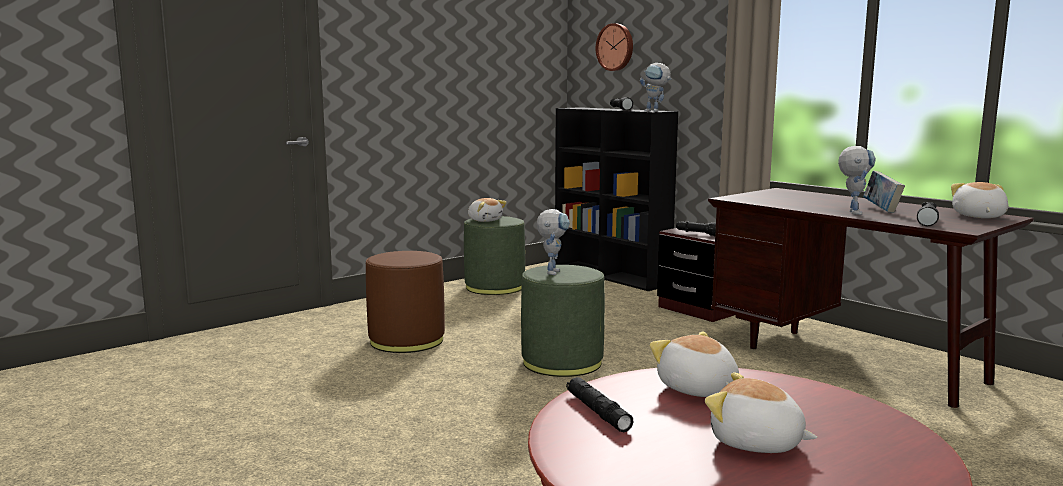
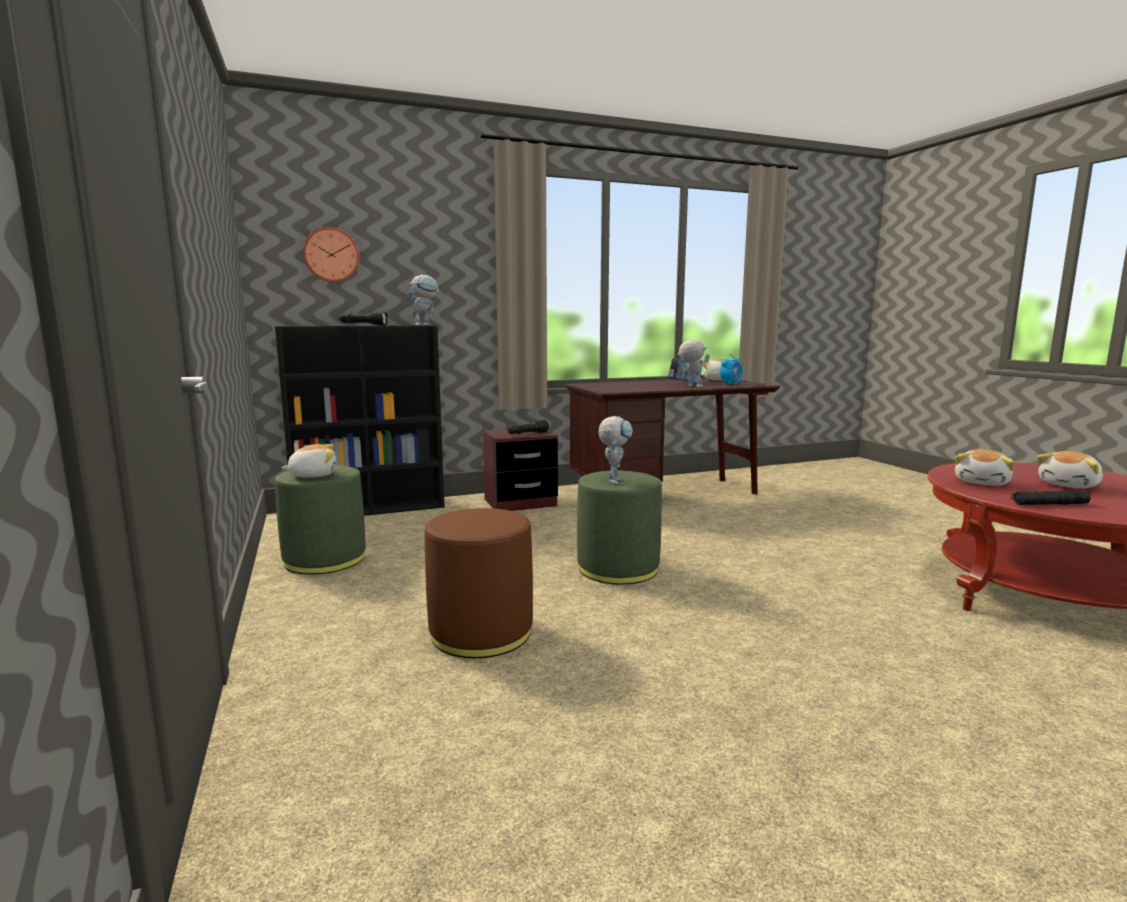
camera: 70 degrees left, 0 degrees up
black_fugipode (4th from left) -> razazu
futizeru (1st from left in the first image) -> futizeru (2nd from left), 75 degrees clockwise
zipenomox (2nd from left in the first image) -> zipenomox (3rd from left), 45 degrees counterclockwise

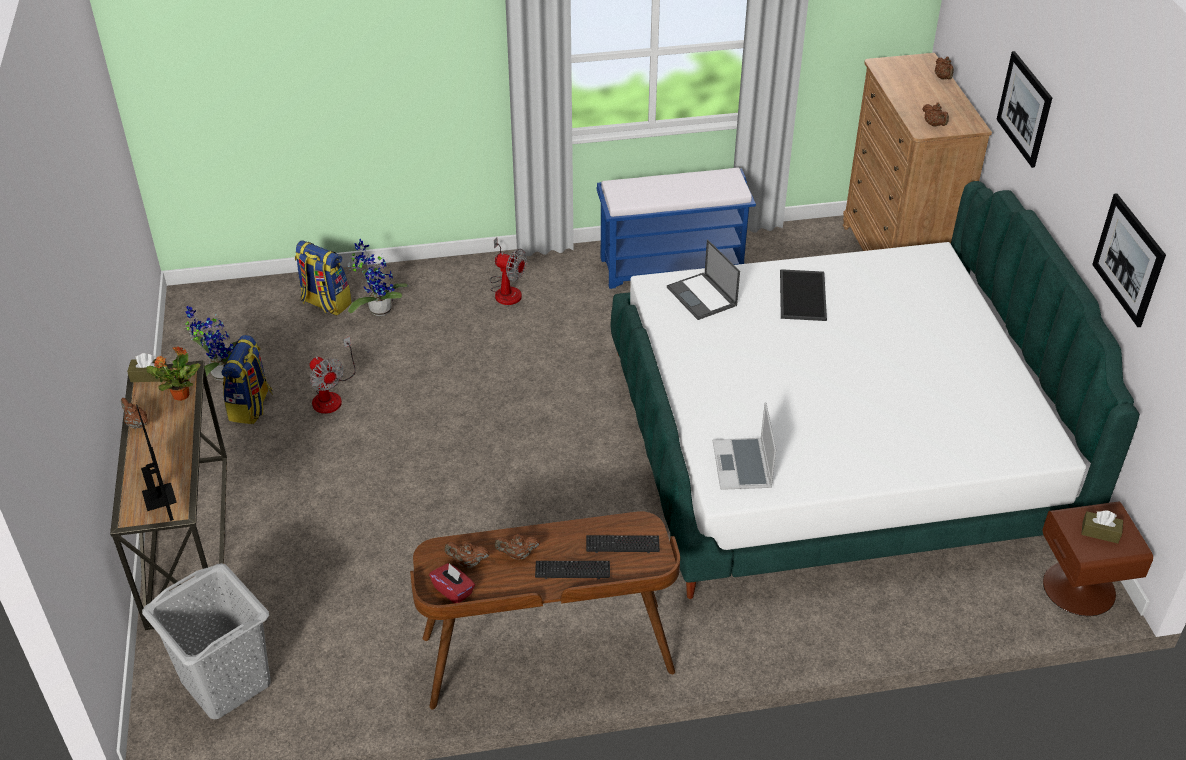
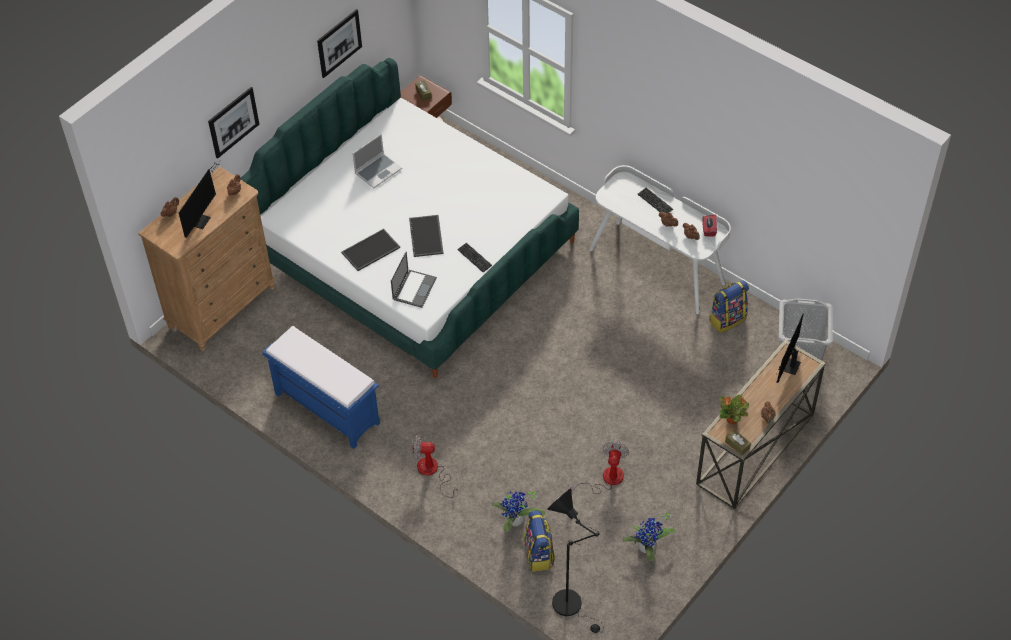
camera: 130 degrees left, 10 degrees up
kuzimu (2nd from left in the first image) -> kuzimu (1st from left), 75 degrees counterclockwise
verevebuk (1st from left in the first image) -> verevebuk (2nd from left), moved
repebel (2nd from left in the first image) -> repebel (1st from left), moved
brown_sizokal -> white_sizokal
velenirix (2nd from left in the first image) -> velenirix (1st from left), moved
none -> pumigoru (1st from left)
none -> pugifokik (2nd from left)
none -> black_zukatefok

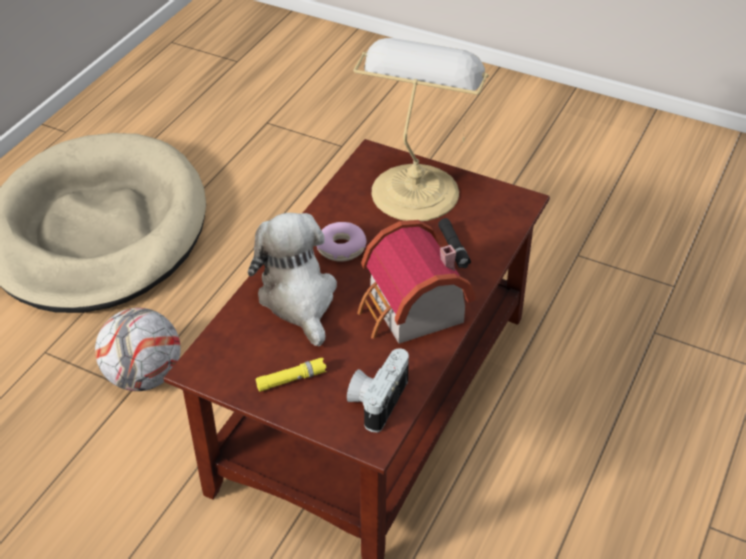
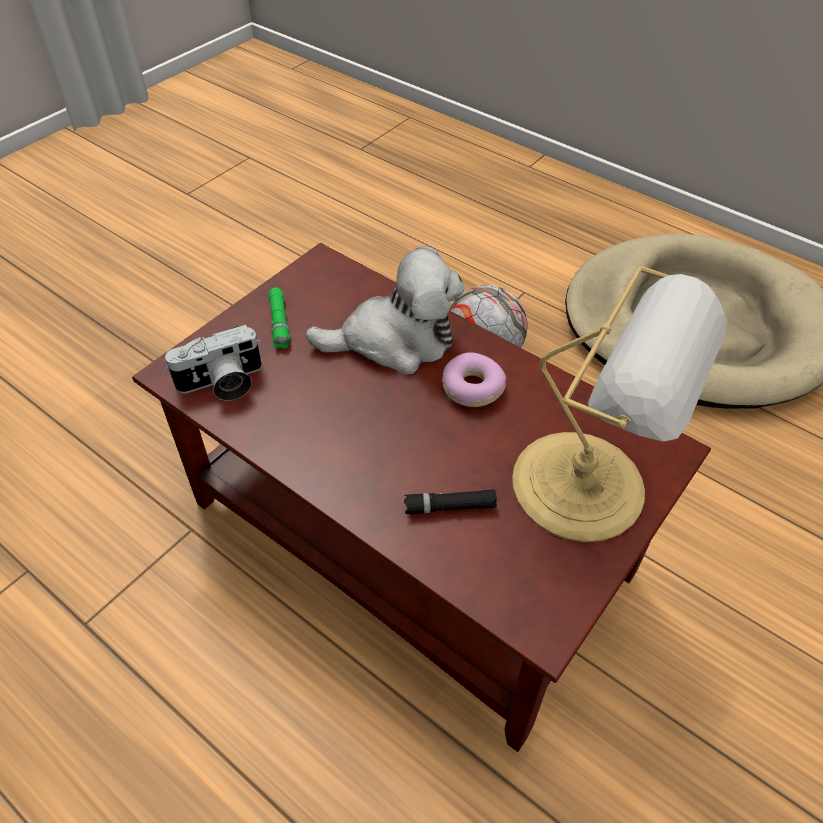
camera: 100 degrees right, 5 degrees up
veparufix -> none
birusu, 120 degrees clockwise
yellow_fugipode -> green_fugipode

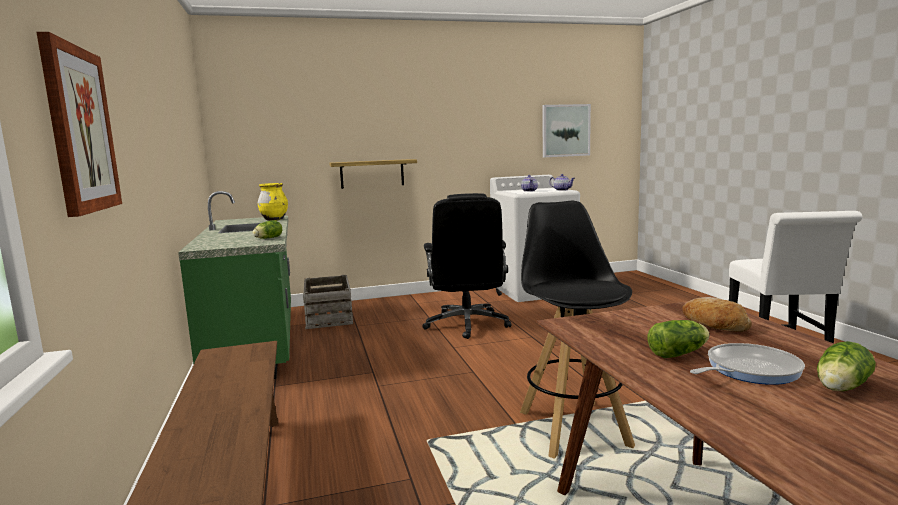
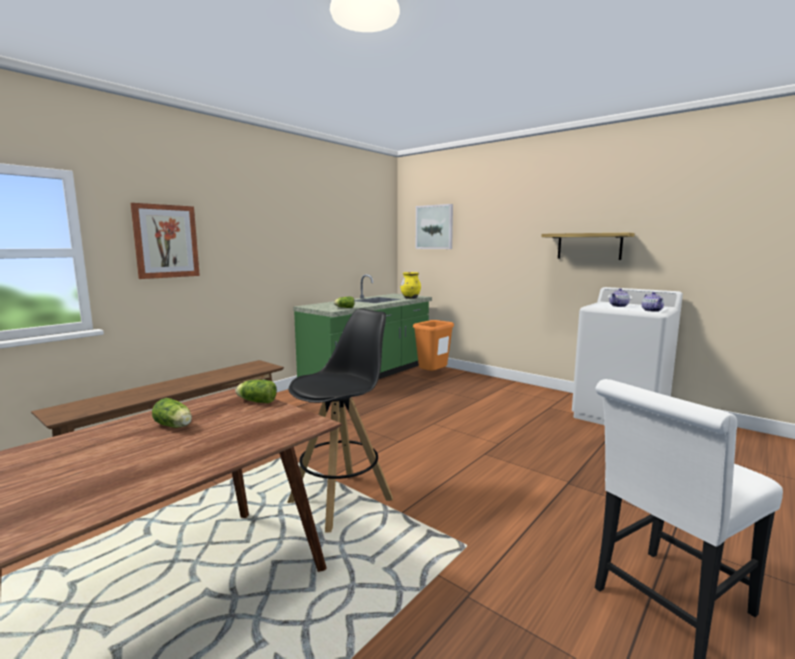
camera: 55 degrees right, 0 degrees up
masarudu (2nd from left), moved
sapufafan, moved
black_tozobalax -> none
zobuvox -> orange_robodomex
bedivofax -> none
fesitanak (3rd from left in the first image) -> fesitanak (2nd from left), moved
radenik -> none

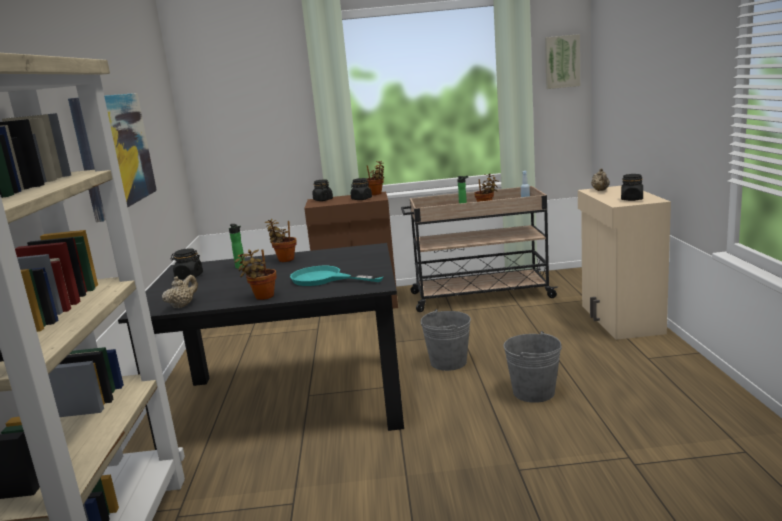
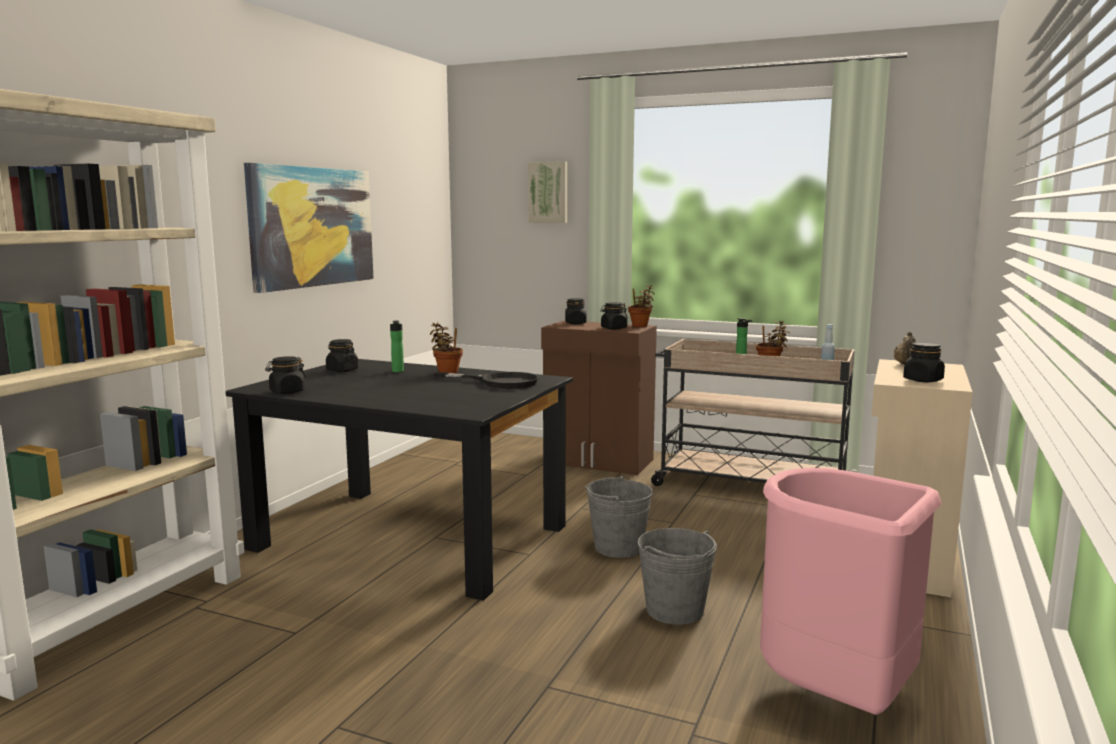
camera: 25 degrees right, 5 degrees down
masarudu (2nd from left), moved
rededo (1st from left) -> none
turquoise_radenik -> none
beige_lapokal (1st from left) -> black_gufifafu (1st from left)
none -> black_radenik
none -> pink_robodomex

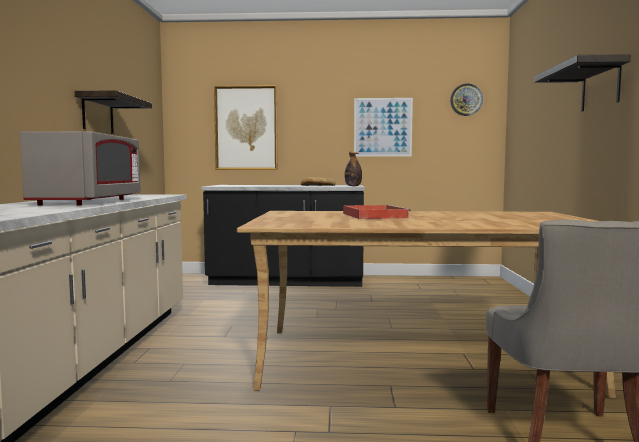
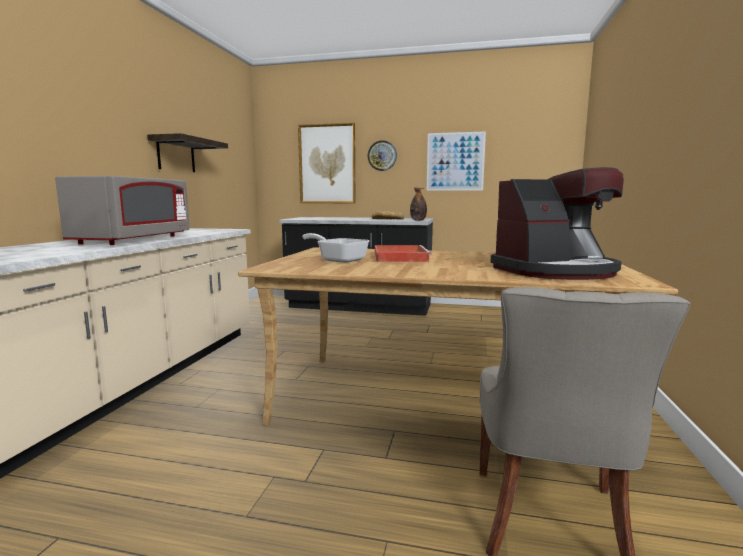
camera: 10 degrees right, 5 degrees up
sapufafan (2nd from left) -> none
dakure, moved
none -> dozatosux
none -> radenik

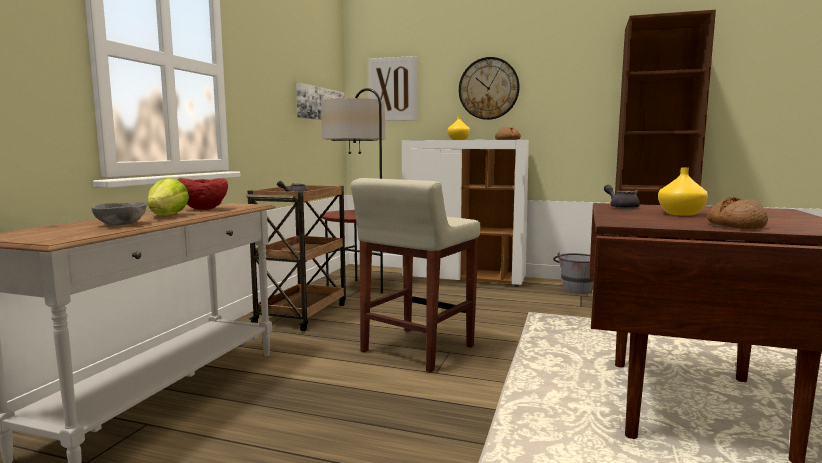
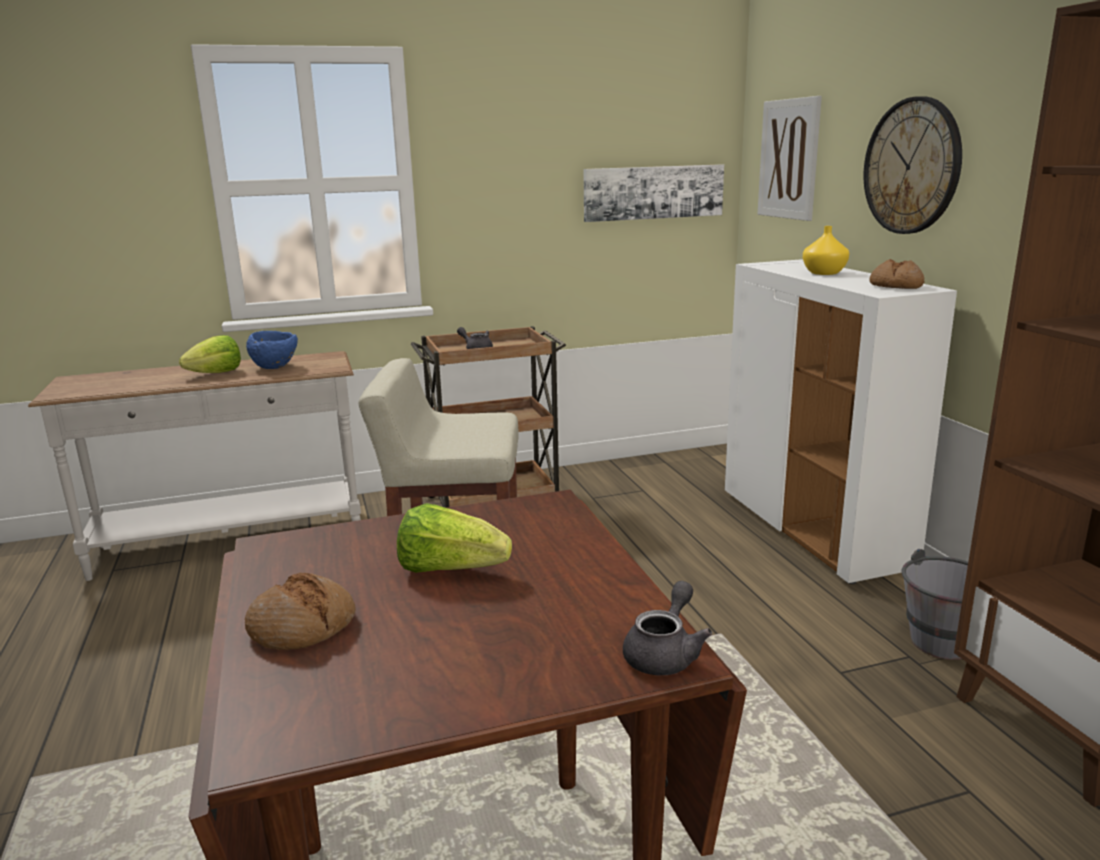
camera: 55 degrees right, 10 degrees up
zukatefok -> none
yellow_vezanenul (2nd from left) -> fesitanak (2nd from left)
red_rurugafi -> blue_rurugafi
grey_lapokal (2nd from left), moved
grey_rurugafi -> none

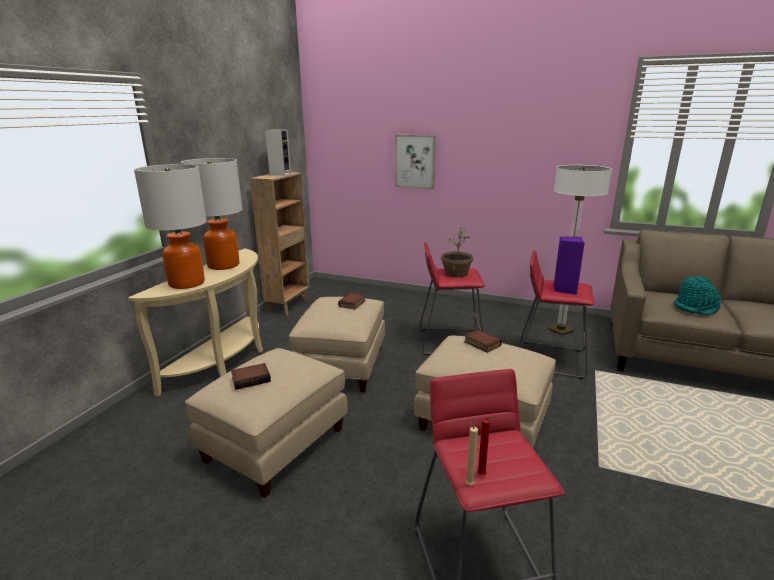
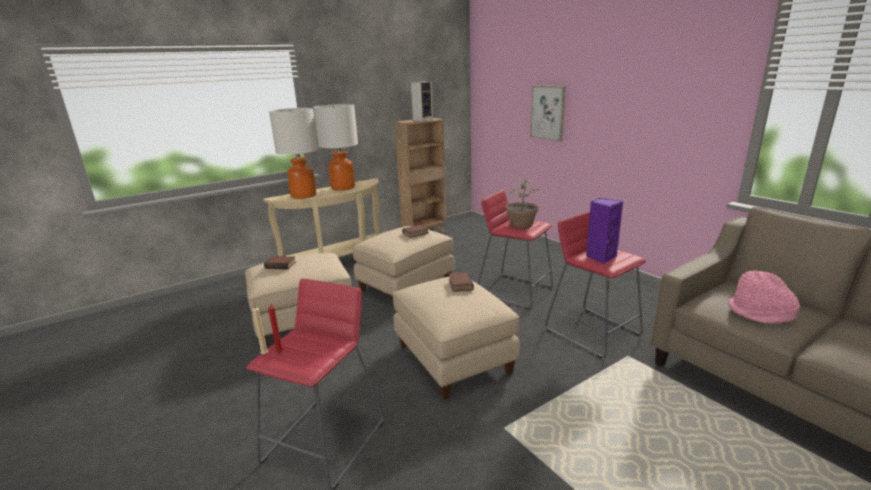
camera: 35 degrees right, 0 degrees up
zukatefok -> none
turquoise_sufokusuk -> pink_sufokusuk

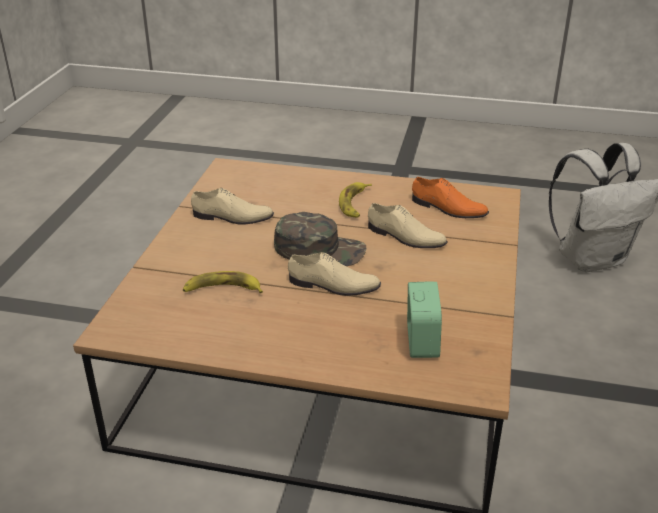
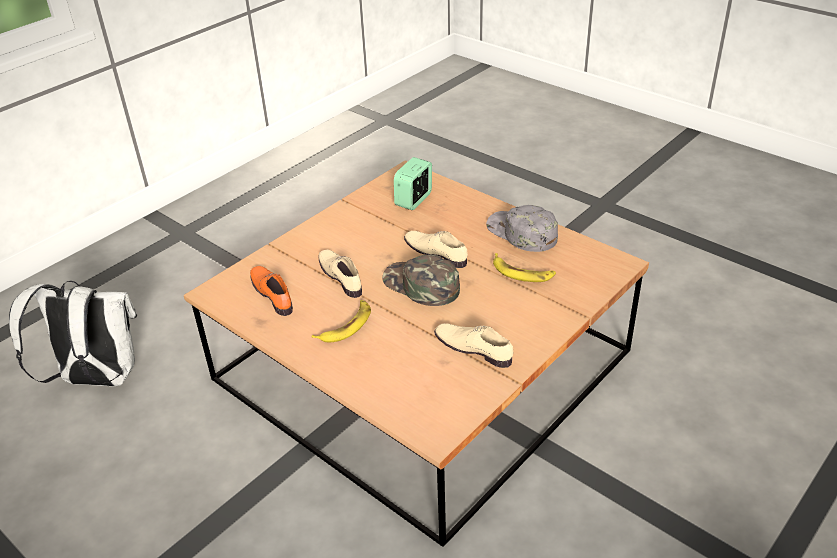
camera: 150 degrees left, 5 degrees up
none -> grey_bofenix

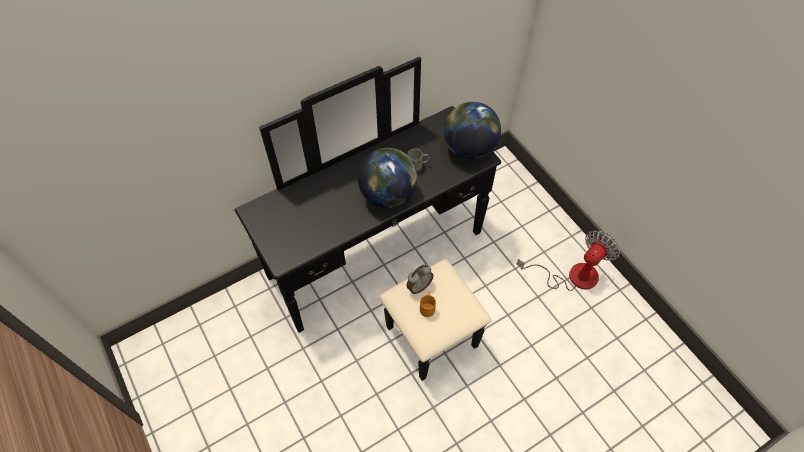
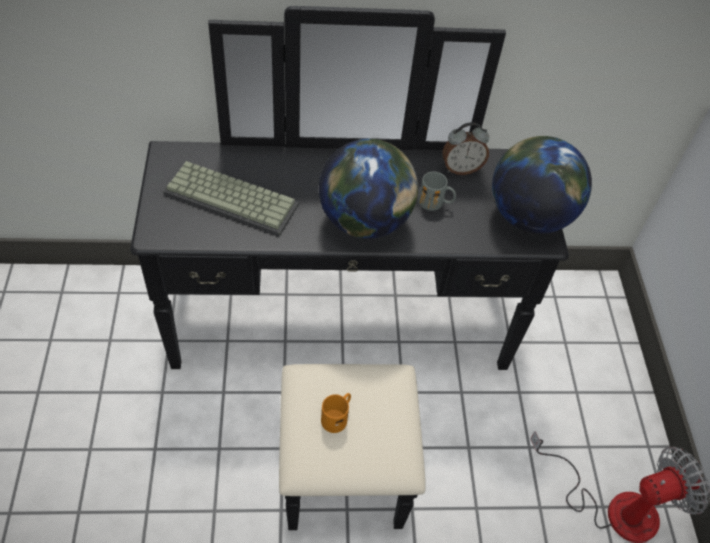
camera: 25 degrees right, 5 degrees down
razazu, moved
none -> velenirix

